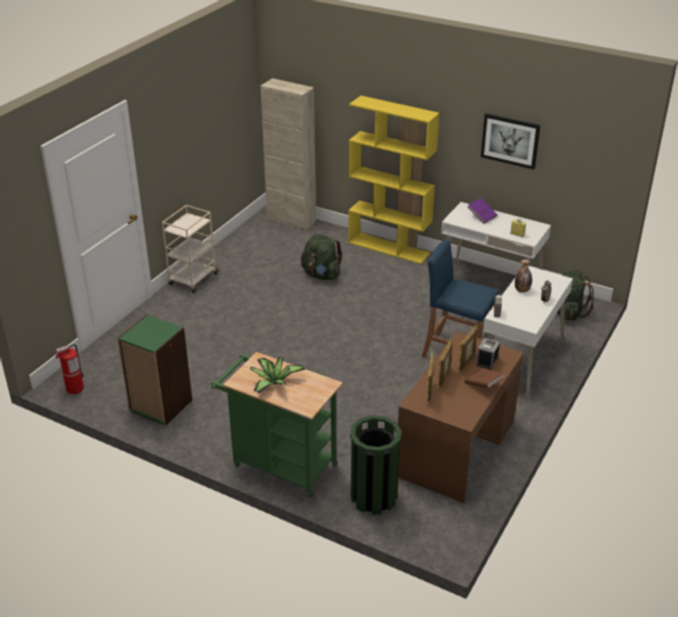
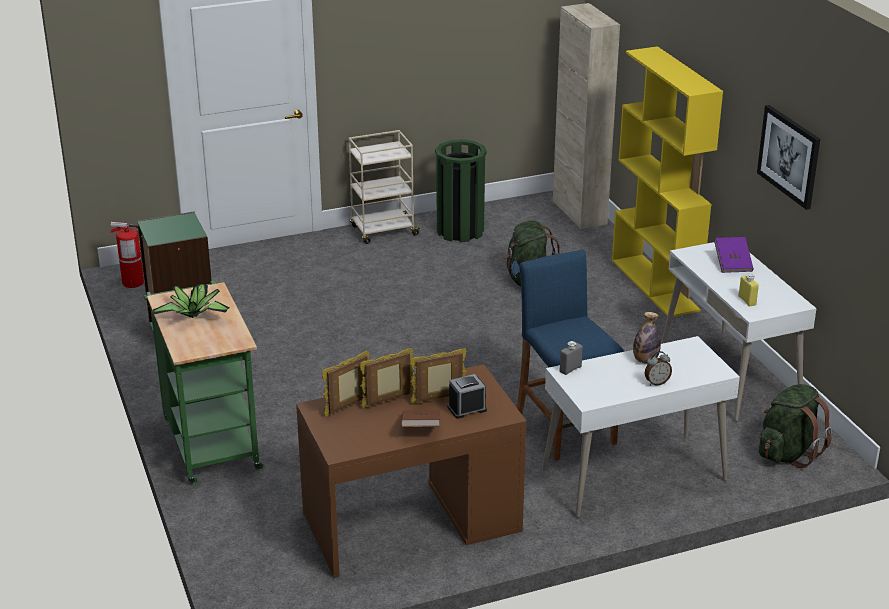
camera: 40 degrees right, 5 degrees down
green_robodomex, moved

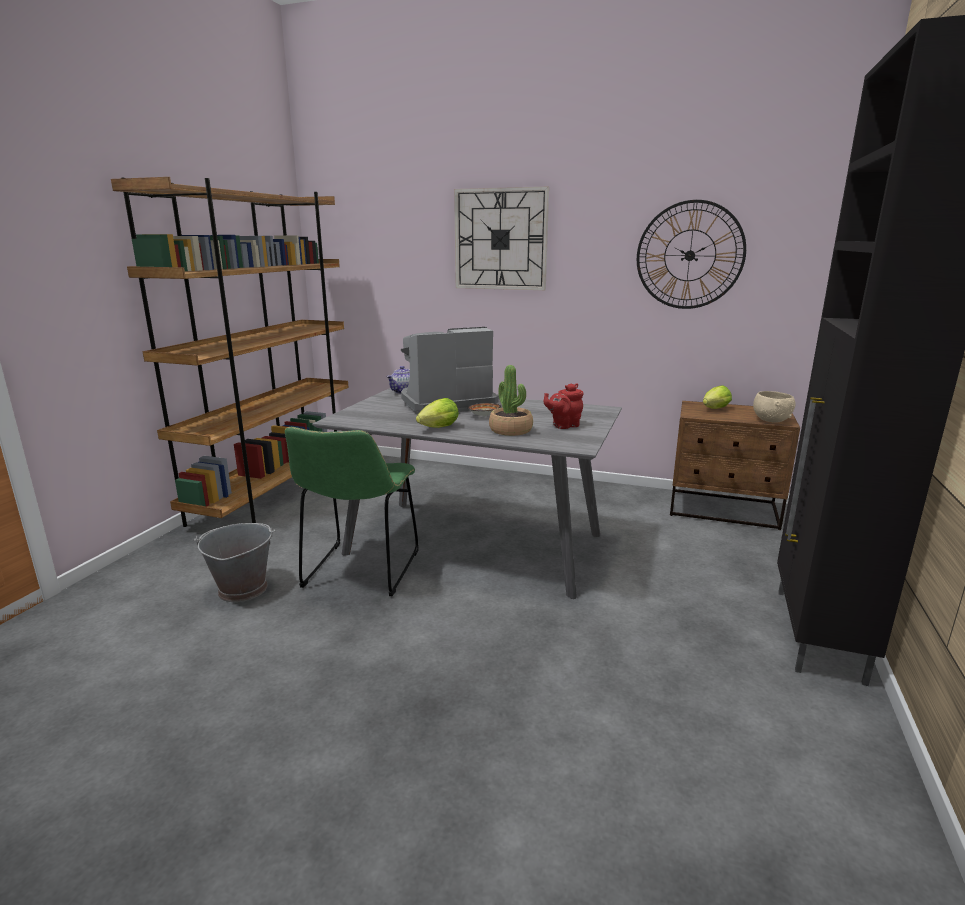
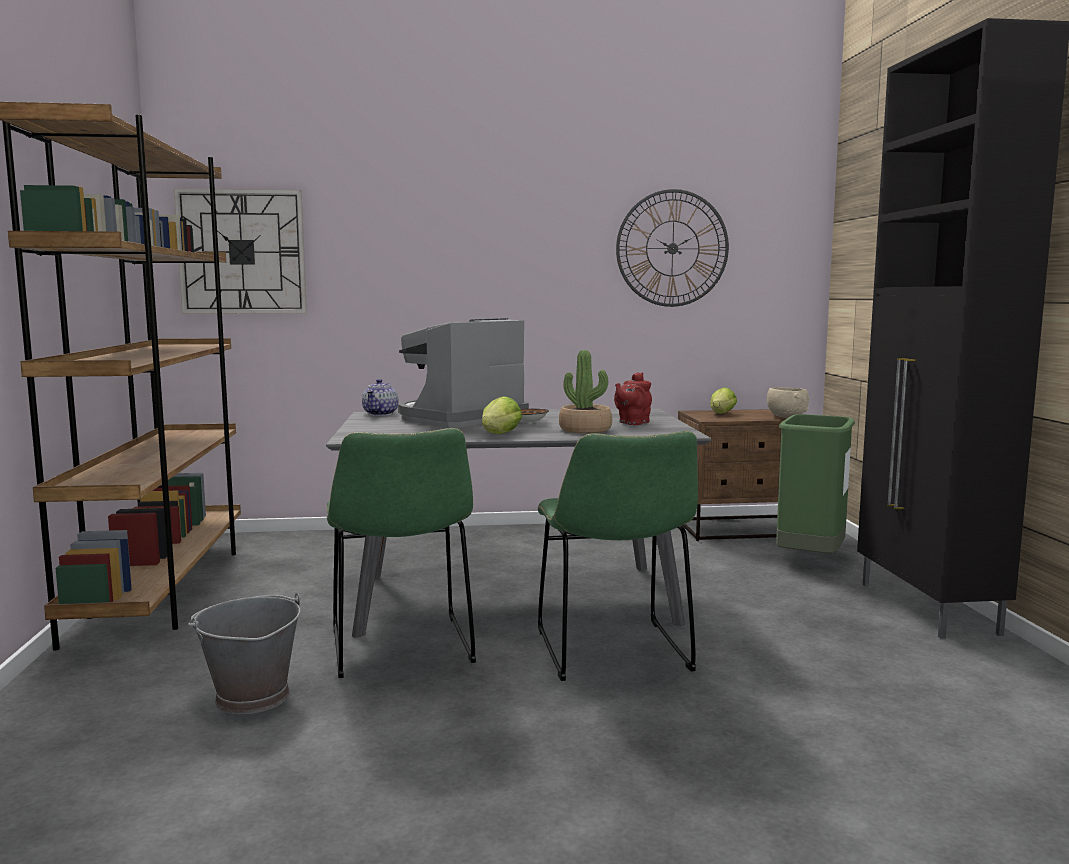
camera: 25 degrees left, 10 degrees down
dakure (1st from left), moved
none -> green_robodomex
none -> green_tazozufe (2nd from left)

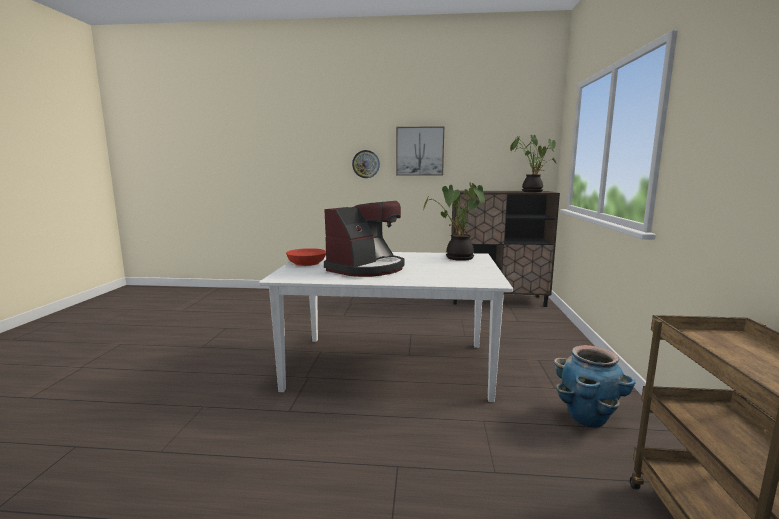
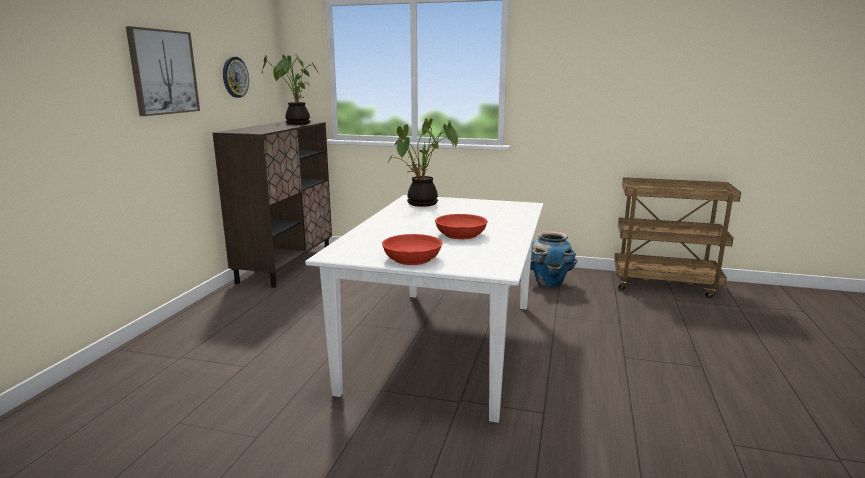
camera: 80 degrees left, 5 degrees up
dakure, moved
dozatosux -> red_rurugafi (2nd from left)

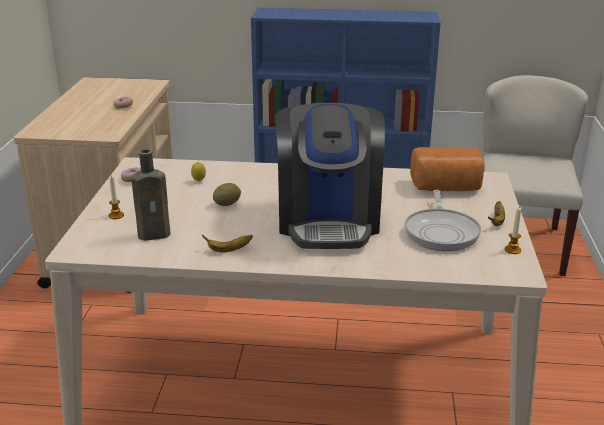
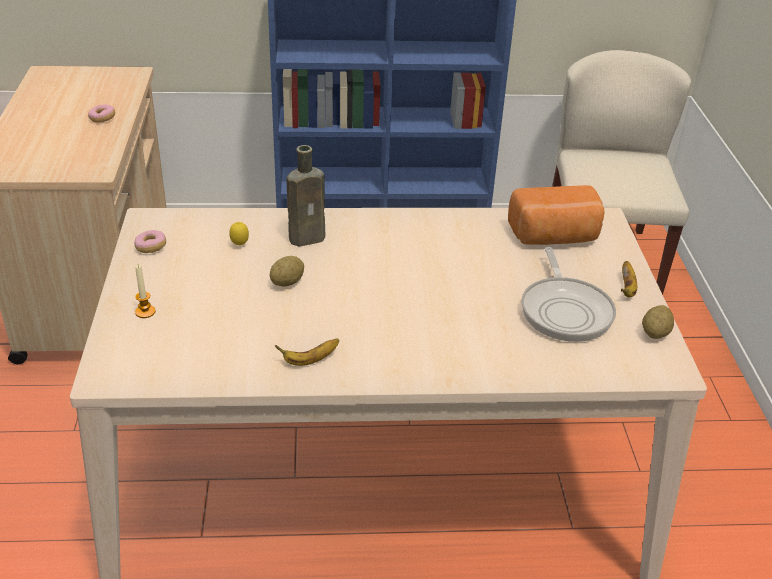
camera: 10 degrees left, 10 degrees up
dozatosux -> none
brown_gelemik, moved
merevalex (2nd from left) -> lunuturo (2nd from left)

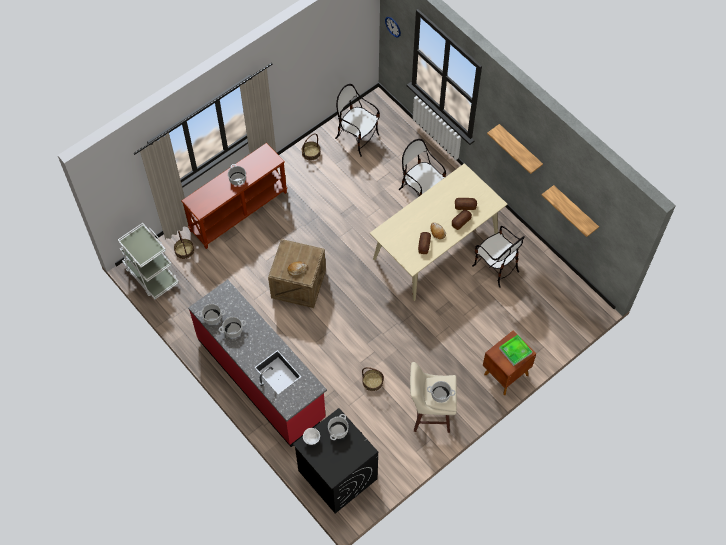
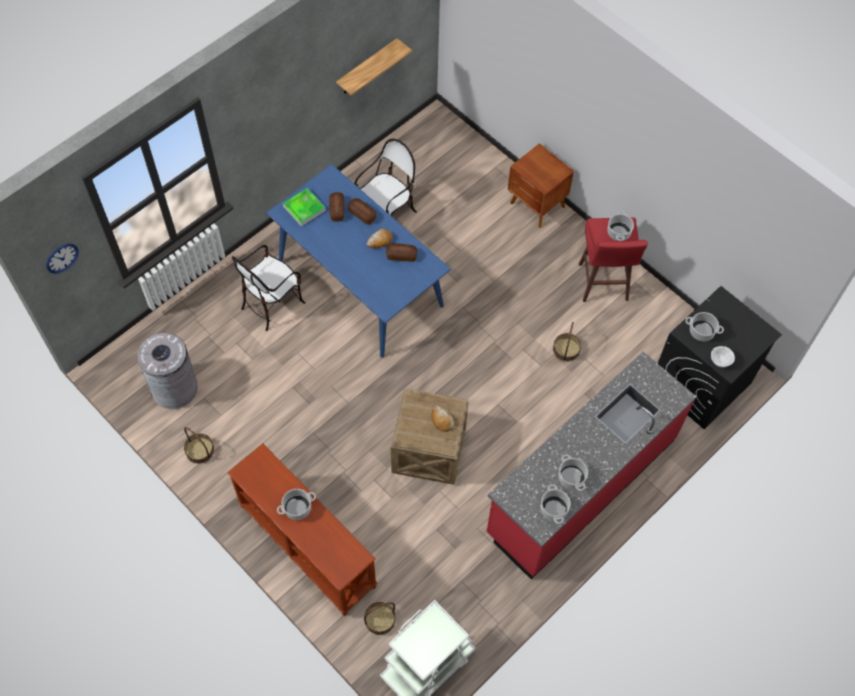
camera: 95 degrees left, 0 degrees up
tazozufe (1st from left) -> grey_robodomex
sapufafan (1st from left) -> none
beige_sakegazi -> blue_sakegazi
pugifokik, moved
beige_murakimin -> red_murakimin

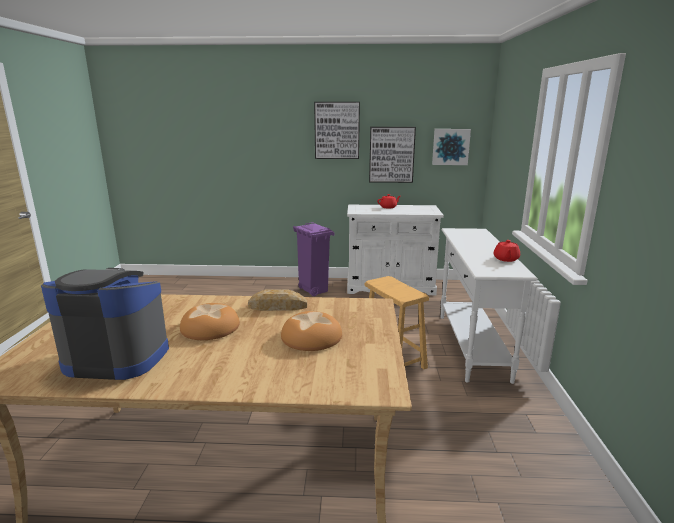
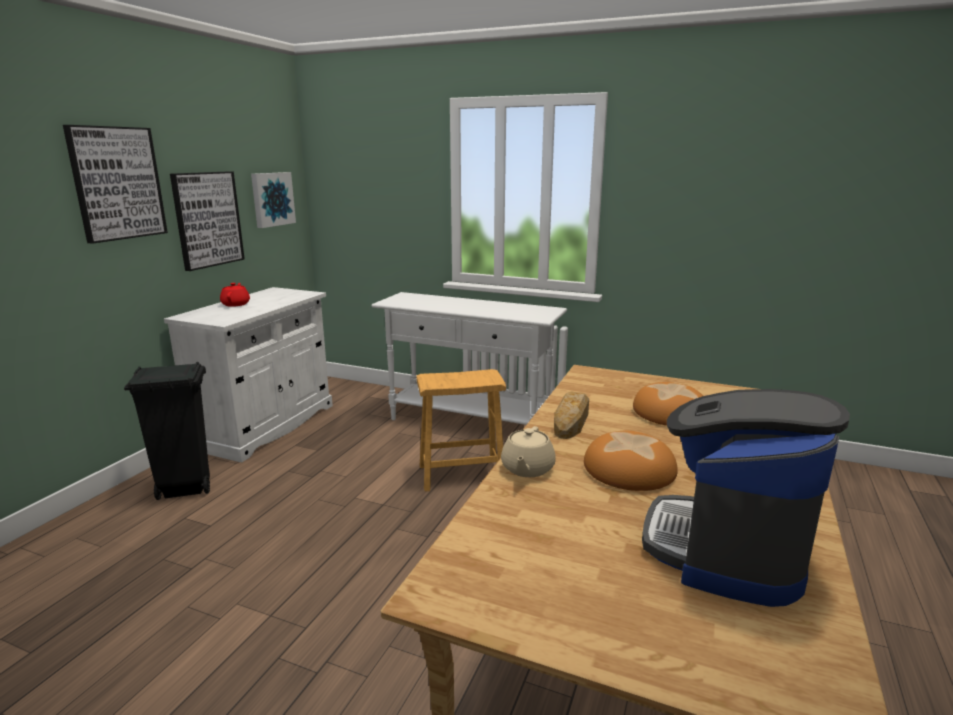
camera: 70 degrees left, 0 degrees up
purple_robodomex -> black_robodomex
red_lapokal (2nd from left) -> none
none -> beige_lapokal

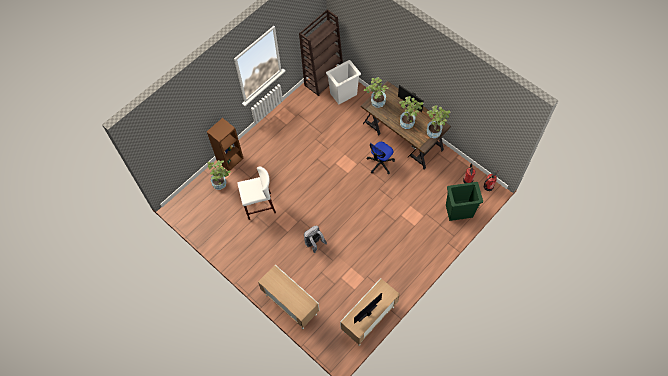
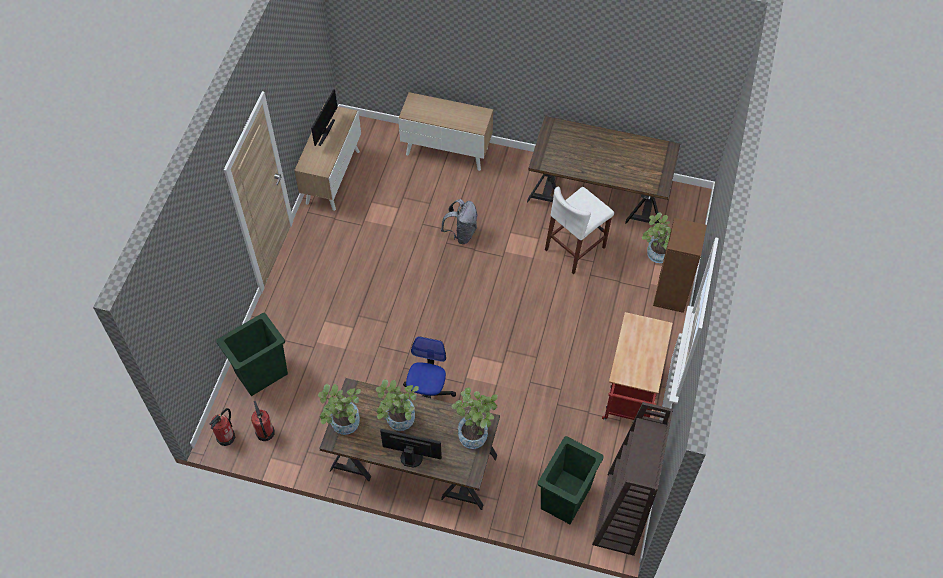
camera: 150 degrees right, 5 degrees down
white_robodomex -> green_robodomex (2nd from left)
none -> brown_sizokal (2nd from left)
none -> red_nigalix

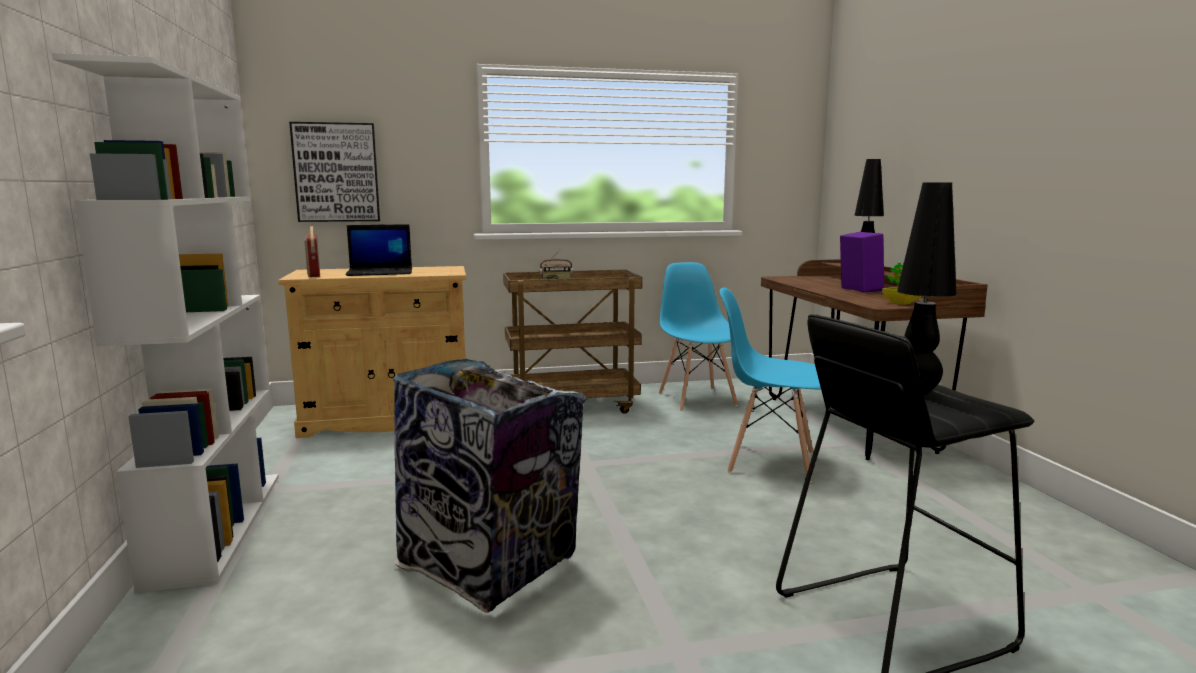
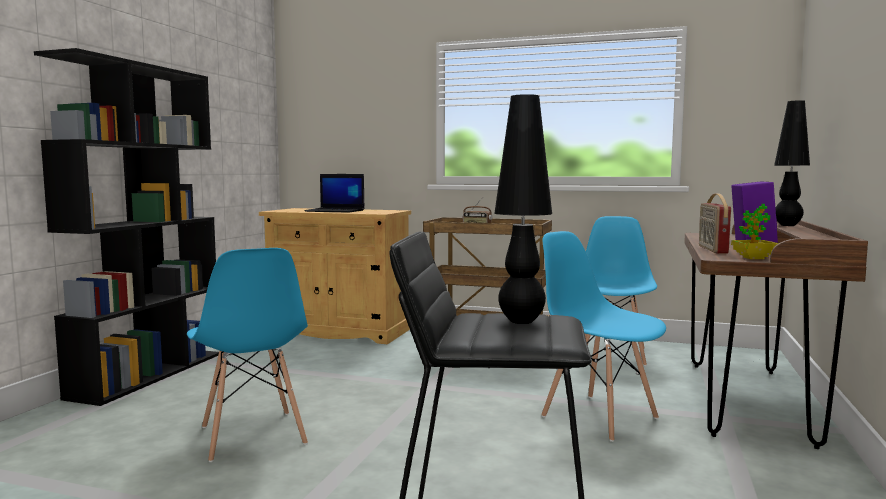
camera: 30 degrees right, 5 degrees down
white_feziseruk -> black_feziseruk
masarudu -> none
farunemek (1st from left in the first image) -> farunemek (2nd from left), moved
robodomex -> blue_tazozufe (1st from left)

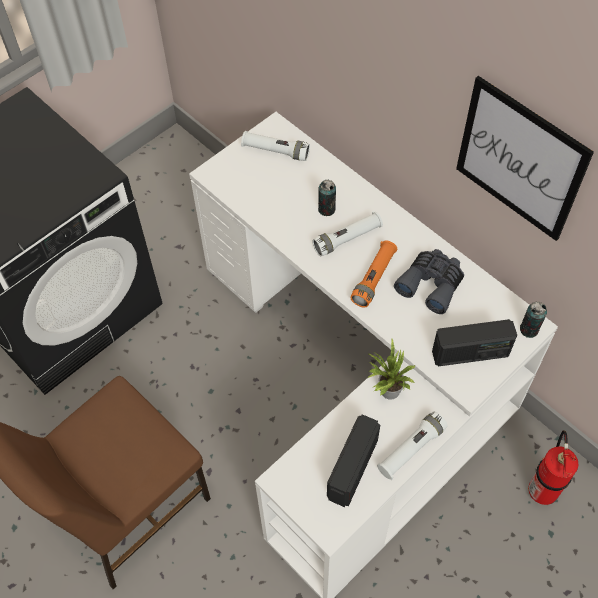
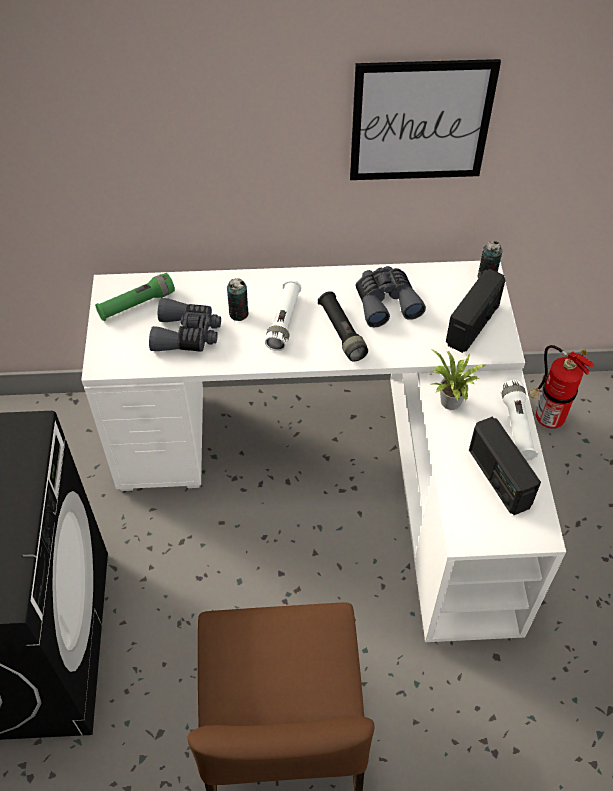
camera: 50 degrees left, 5 degrees down
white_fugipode (1st from left) -> green_fugipode
orange_fugipode -> black_fugipode
none -> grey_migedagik (1st from left)

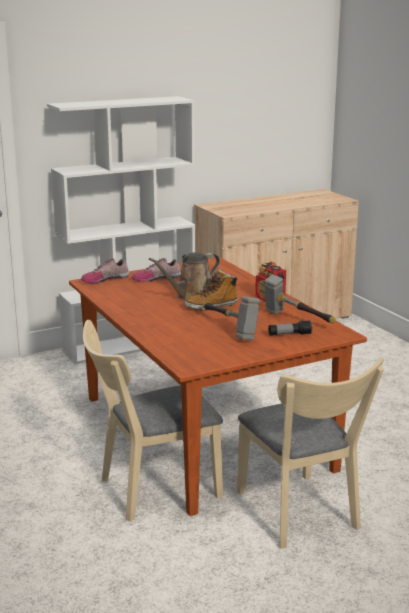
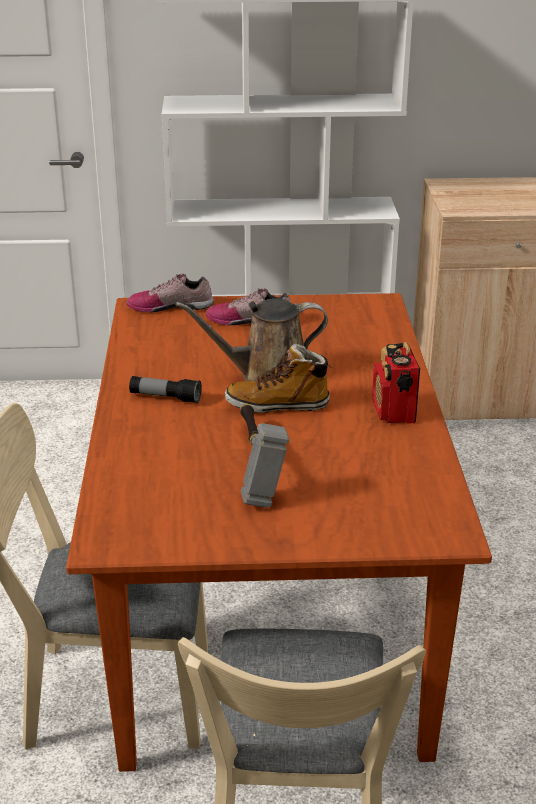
camera: 25 degrees right, 10 degrees up
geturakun (2nd from left) -> none
fugipode, moved

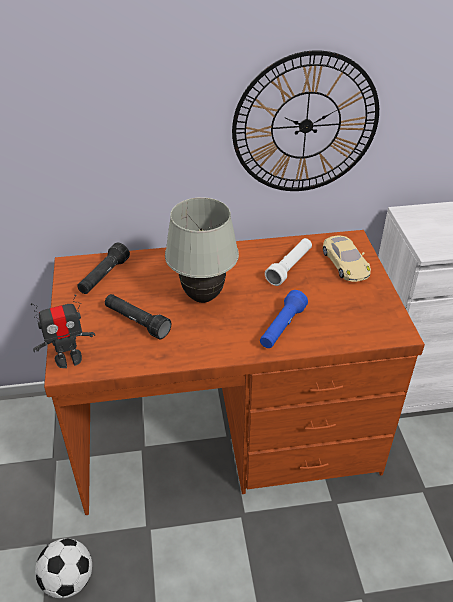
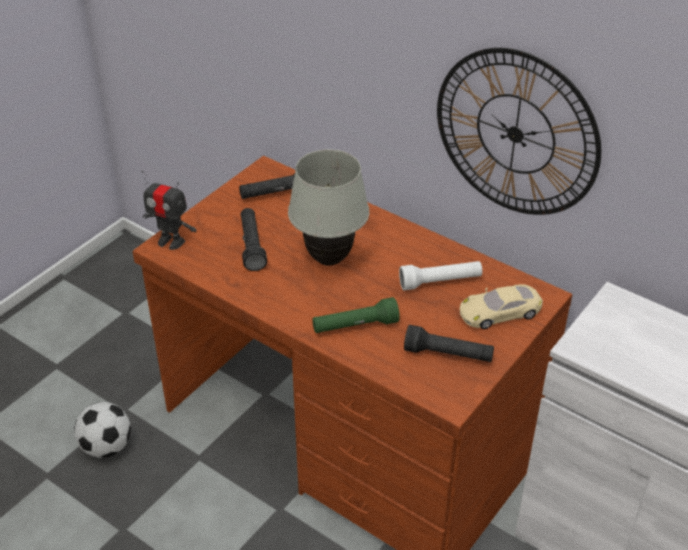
camera: 45 degrees right, 0 degrees up
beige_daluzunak, 45 degrees clockwise
blue_fugipode -> green_fugipode
none -> black_fugipode (3rd from left)

